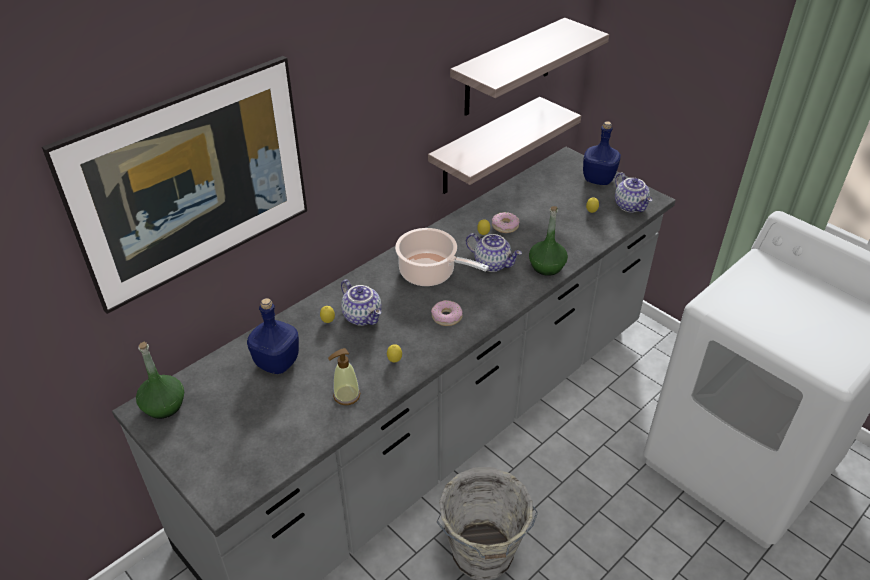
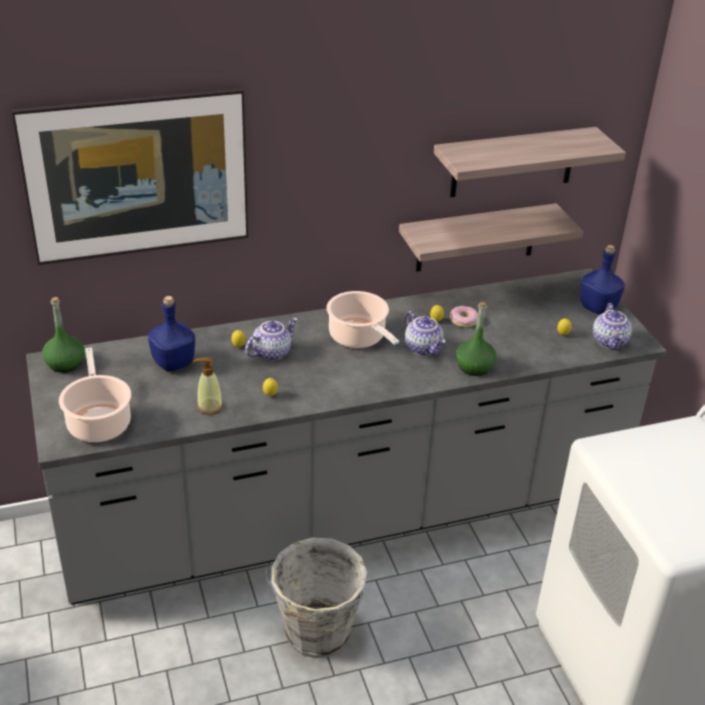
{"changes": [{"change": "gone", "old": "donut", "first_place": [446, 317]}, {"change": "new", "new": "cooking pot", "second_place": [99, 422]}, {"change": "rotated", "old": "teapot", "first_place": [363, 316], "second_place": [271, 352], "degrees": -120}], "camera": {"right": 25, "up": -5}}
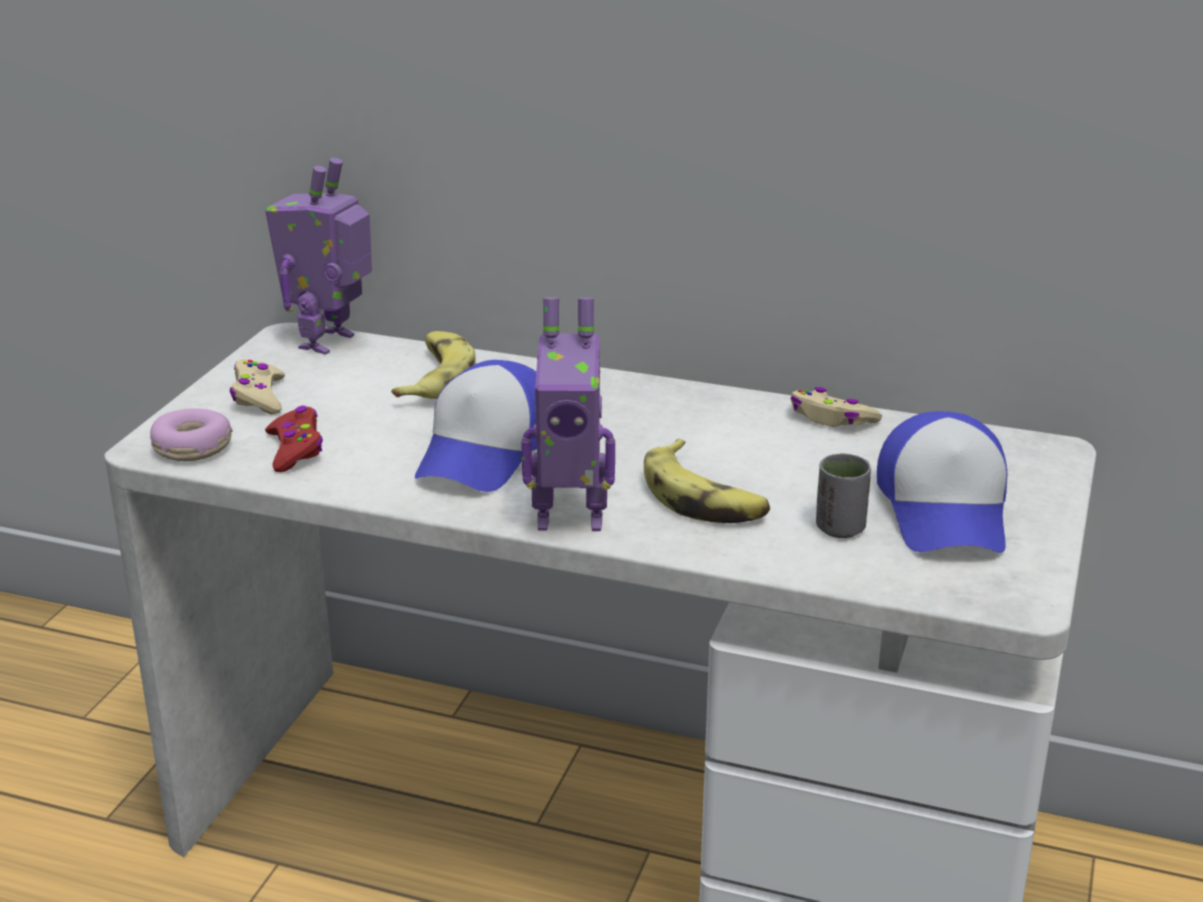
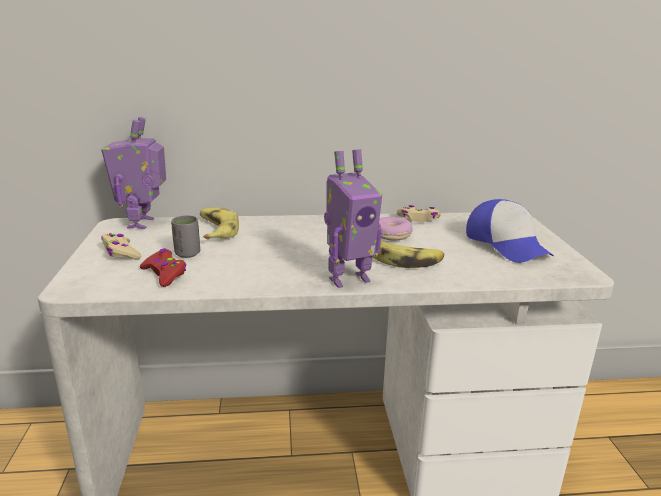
{"changes": [{"change": "gone", "old": "cap", "first_place": [488, 451]}, {"change": "shifted", "old": "donut", "first_place": [193, 448], "second_place": [391, 235]}, {"change": "shifted", "old": "grey cup", "first_place": [840, 528], "second_place": [187, 254]}], "camera": {"right": -25, "up": -5}}
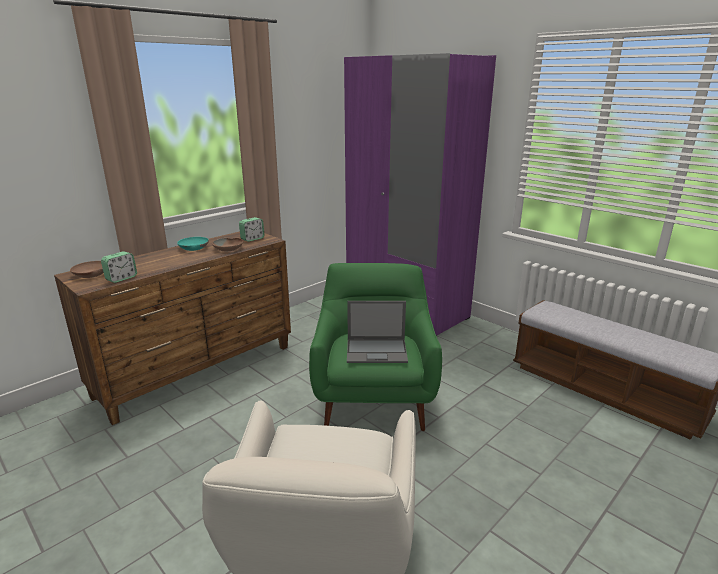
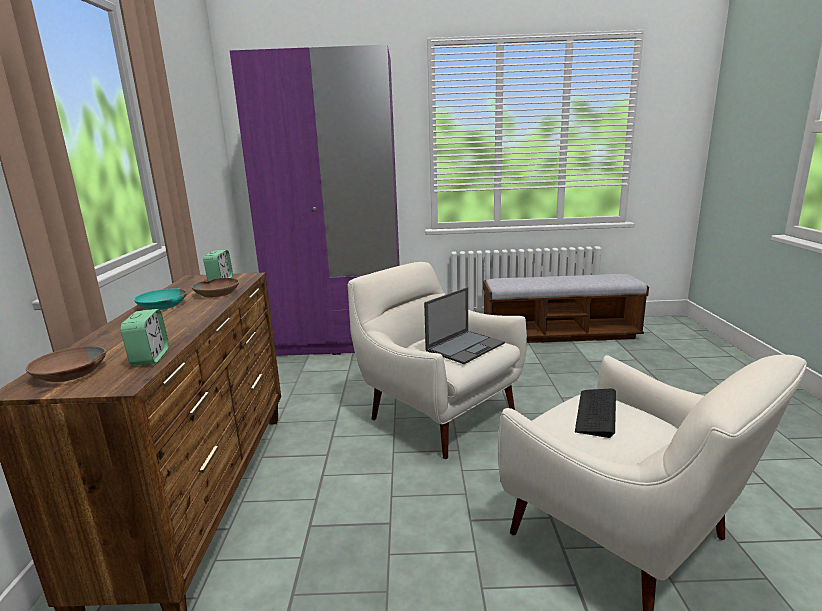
{"changes": [{"change": "new", "new": "keyboard", "second_place": [596, 413]}, {"change": "repainted", "old": "green armchair", "new": "white armchair", "first_place": [374, 397], "second_place": [437, 414]}], "camera": {"right": -45, "up": -5}}
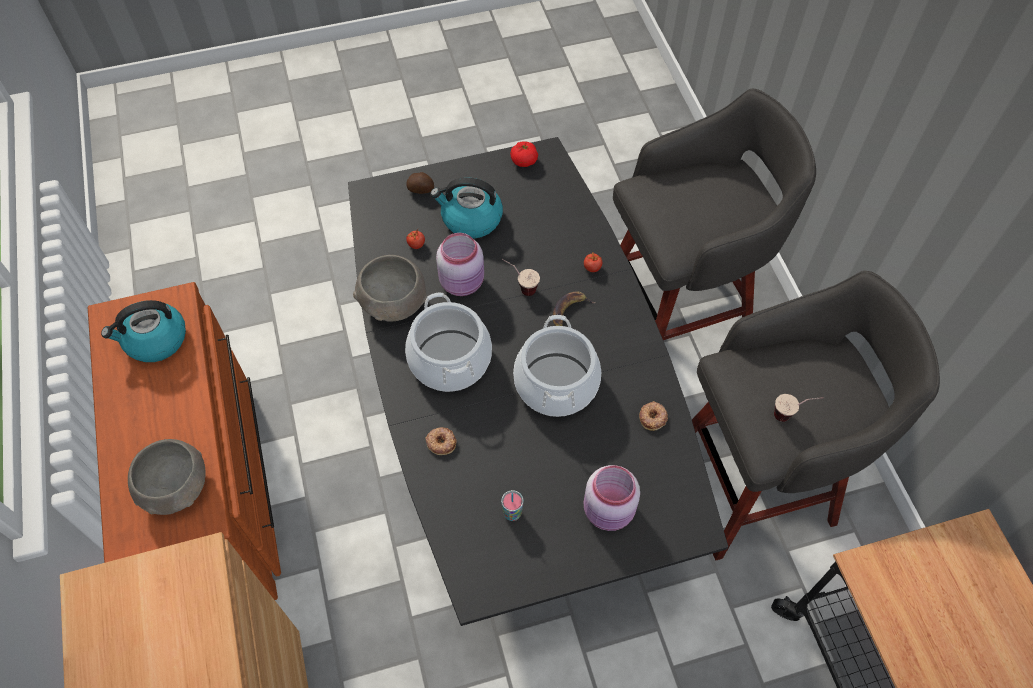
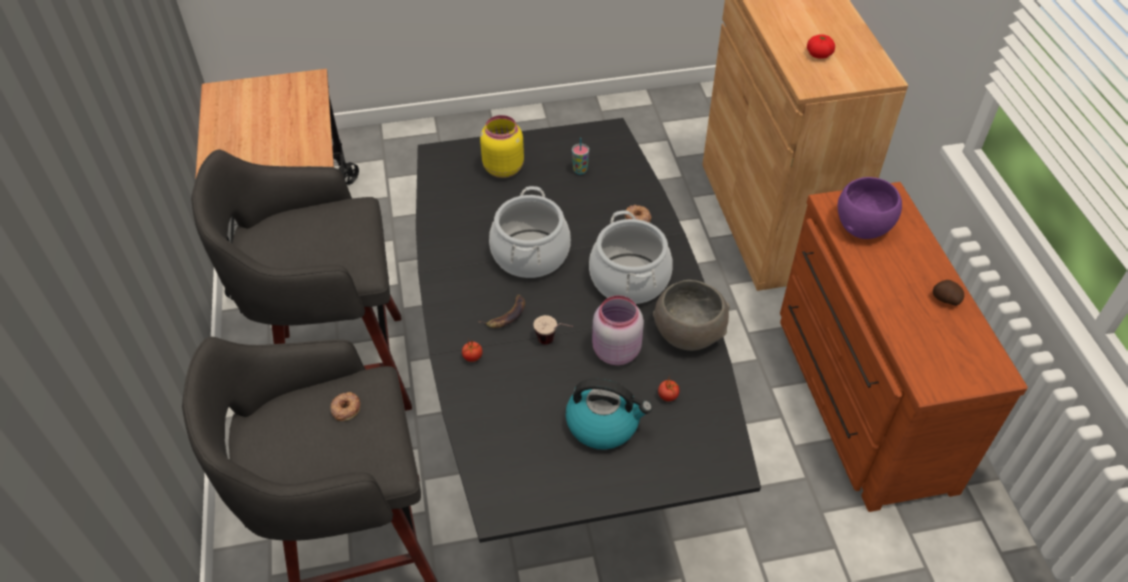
{"changes": [{"change": "gone", "old": "kettle", "first_place": [155, 340]}, {"change": "gone", "old": "cup", "first_place": [791, 415]}, {"change": "shifted", "old": "potato", "first_place": [421, 190], "second_place": [945, 299]}, {"change": "shifted", "old": "tomato", "first_place": [524, 161], "second_place": [819, 55]}, {"change": "shifted", "old": "donut", "first_place": [653, 417], "second_place": [345, 408]}, {"change": "repainted", "old": "grey bowl", "new": "purple bowl", "first_place": [178, 489], "second_place": [862, 225]}, {"change": "repainted", "old": "pink jar", "new": "yellow jar", "first_place": [609, 511], "second_place": [503, 167]}], "camera": {"right": -175, "up": -10}}
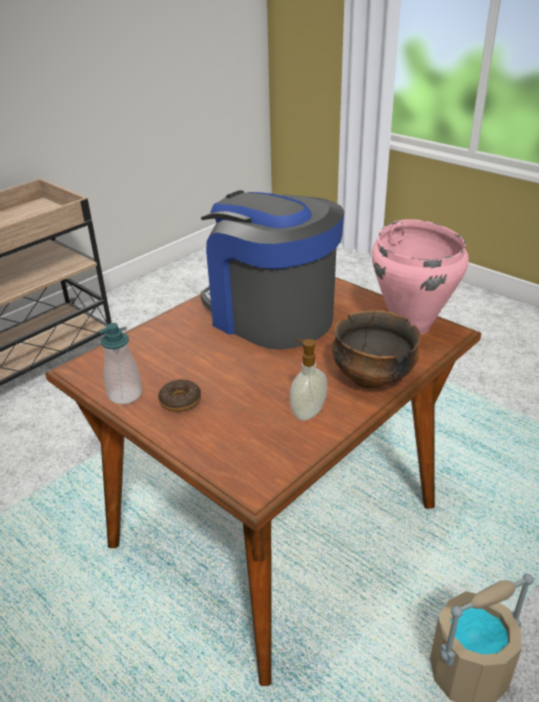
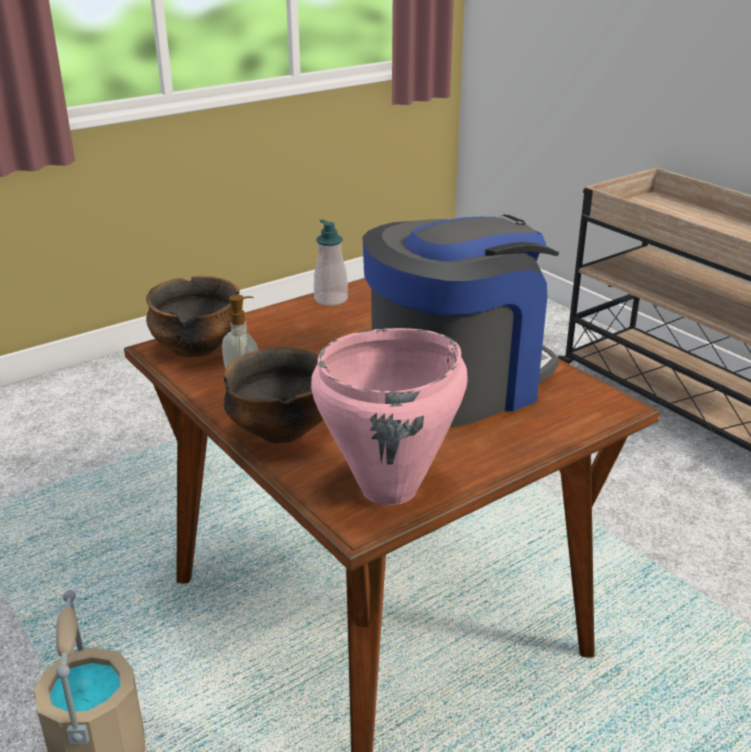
{"changes": [{"change": "gone", "old": "donut", "first_place": [180, 401]}, {"change": "new", "new": "bowl", "second_place": [196, 348]}], "camera": {"right": 100, "up": -5}}
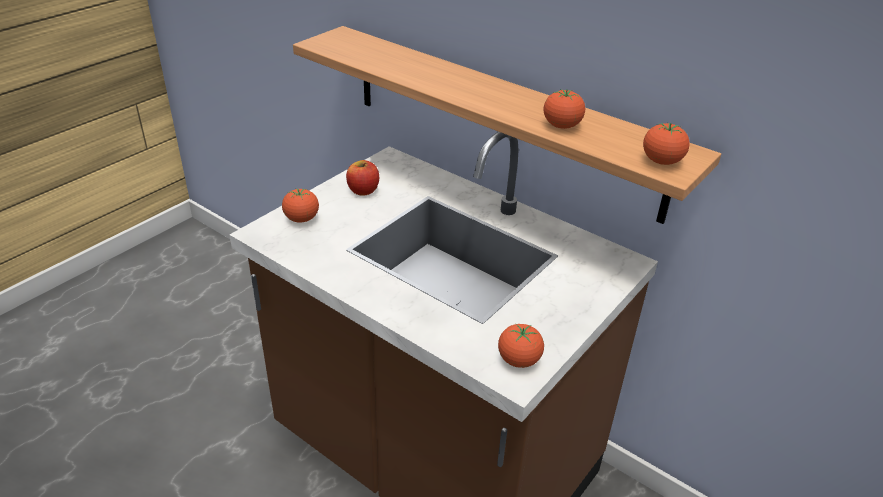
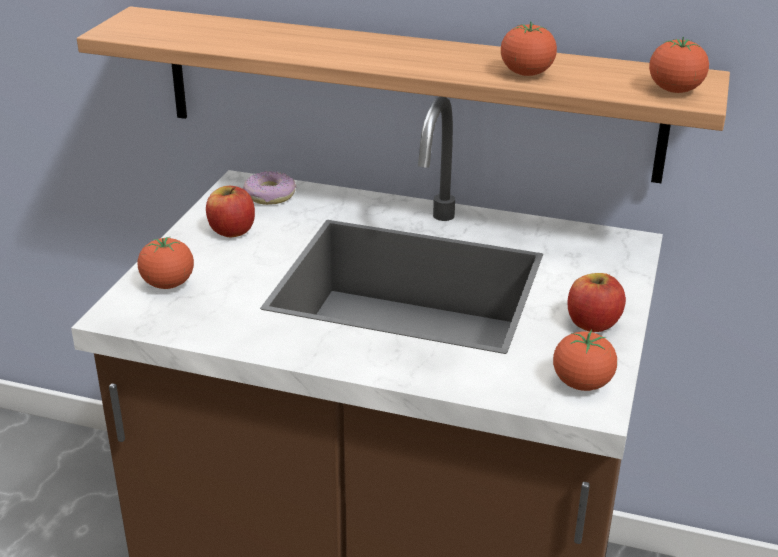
{"changes": [{"change": "new", "new": "donut", "second_place": [269, 196]}, {"change": "new", "new": "apple", "second_place": [592, 323]}], "camera": {"right": -20, "up": -5}}
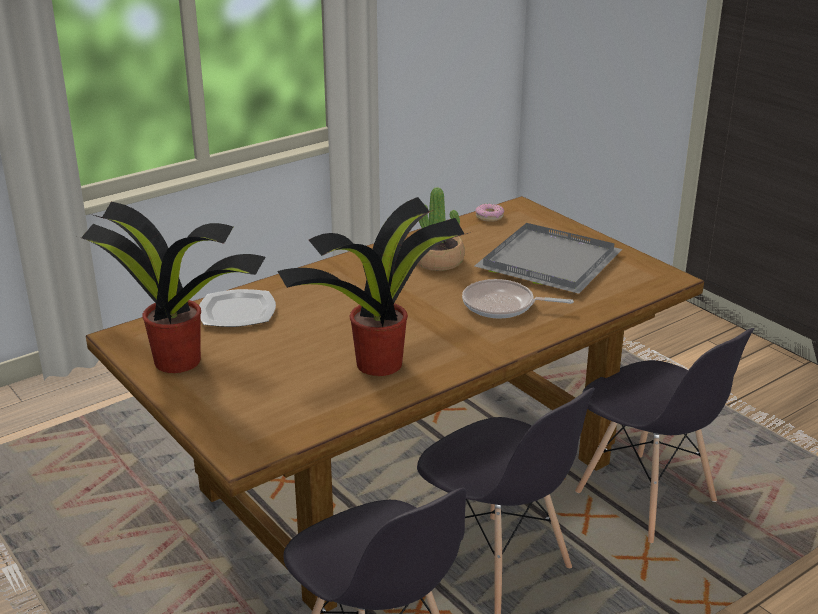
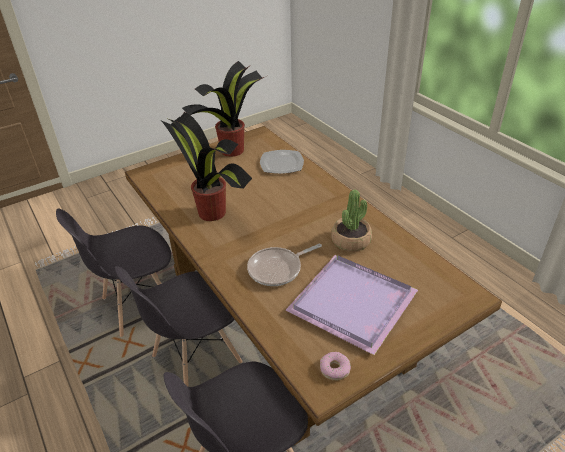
{"changes": [{"change": "shifted", "old": "donut", "first_place": [489, 217], "second_place": [335, 369]}, {"change": "repainted", "old": "grey tray", "new": "purple tray", "first_place": [551, 262], "second_place": [353, 305]}, {"change": "rotated", "old": "frying pan", "first_place": [502, 305], "second_place": [278, 269], "degrees": -135}], "camera": {"right": 95, "up": 10}}
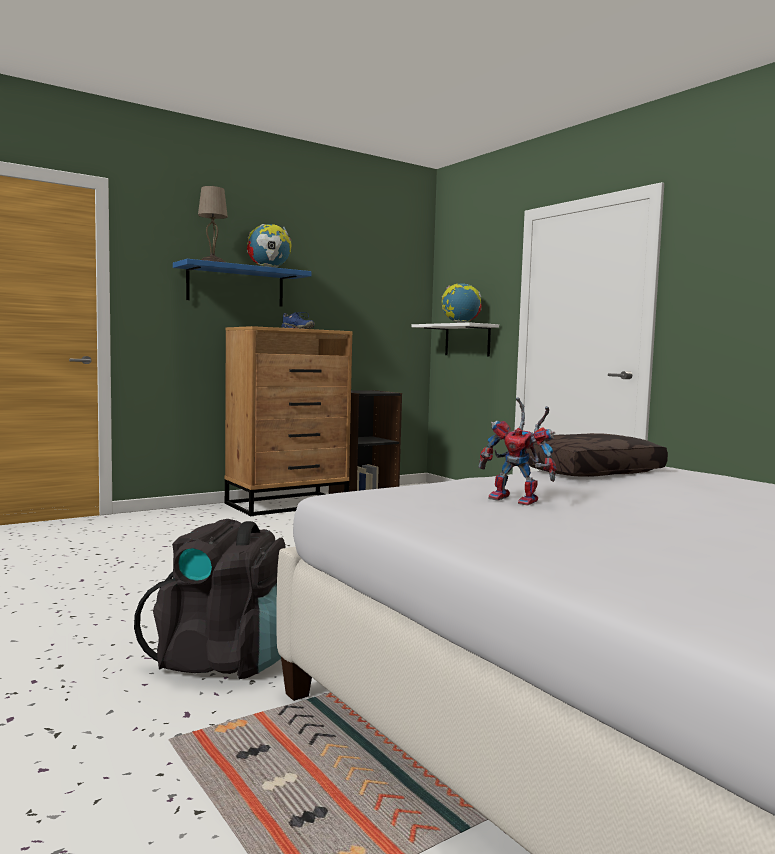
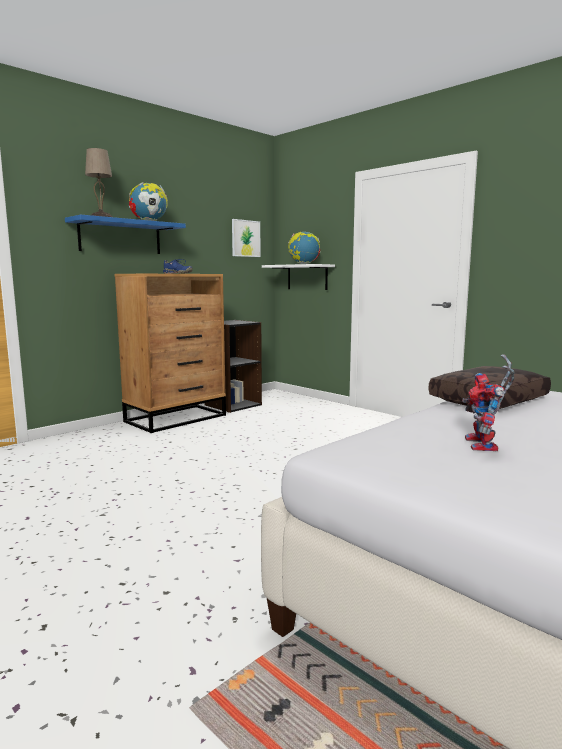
{"changes": [{"change": "gone", "old": "black backpack", "first_place": [225, 660]}, {"change": "new", "new": "picture", "second_place": [245, 238]}, {"change": "rotated", "old": "toy robot", "first_place": [519, 500], "second_place": [485, 446], "degrees": 75}], "camera": {"right": -10, "up": 5}}
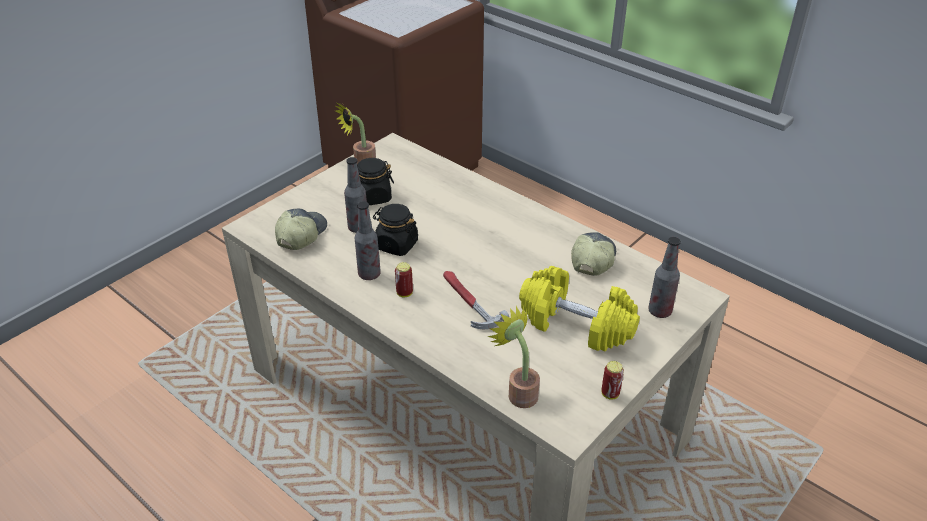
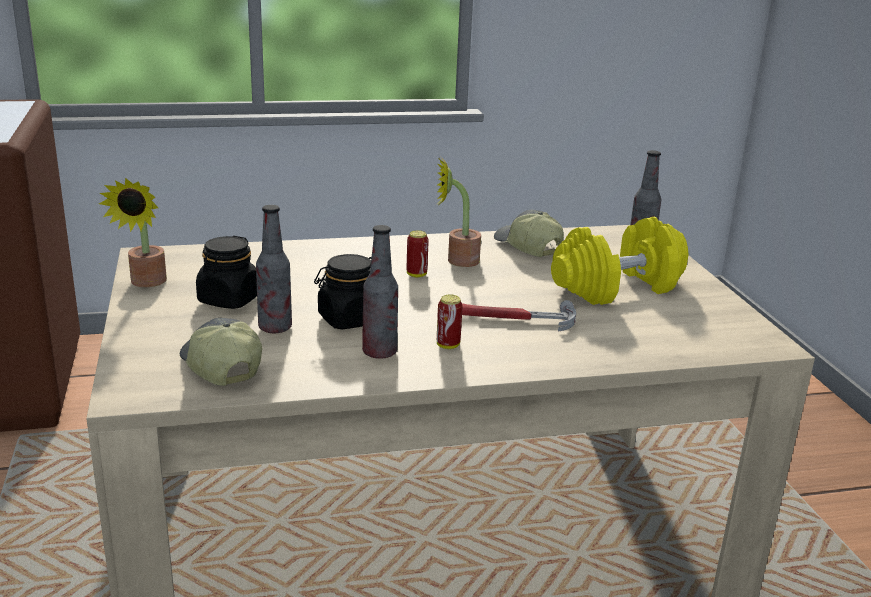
{"changes": [{"change": "shifted", "old": "potted plant", "first_place": [519, 392], "second_place": [456, 260]}, {"change": "shifted", "old": "can", "first_place": [610, 394], "second_place": [416, 275]}], "camera": {"right": -55, "up": -15}}
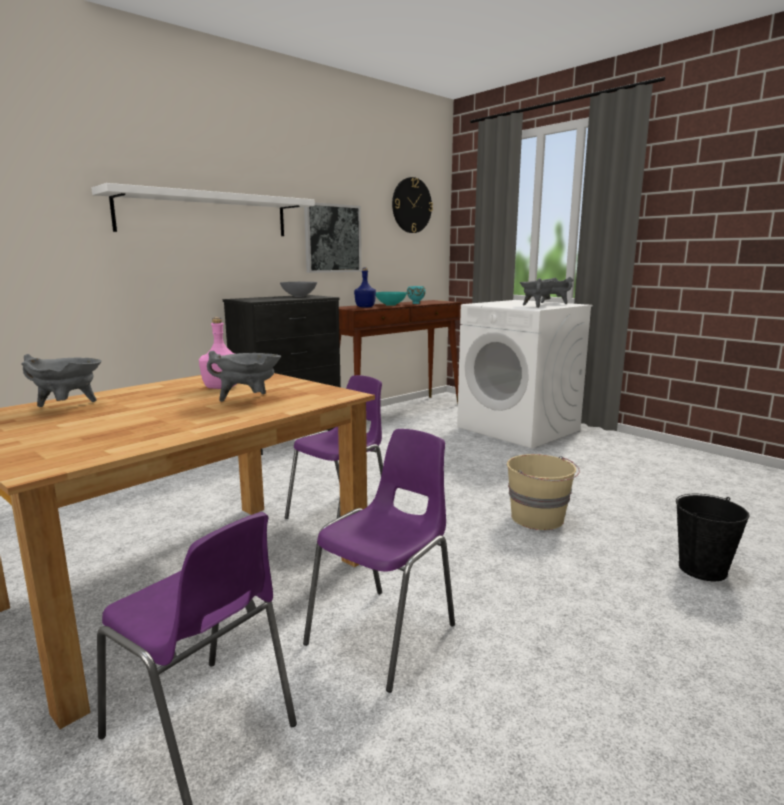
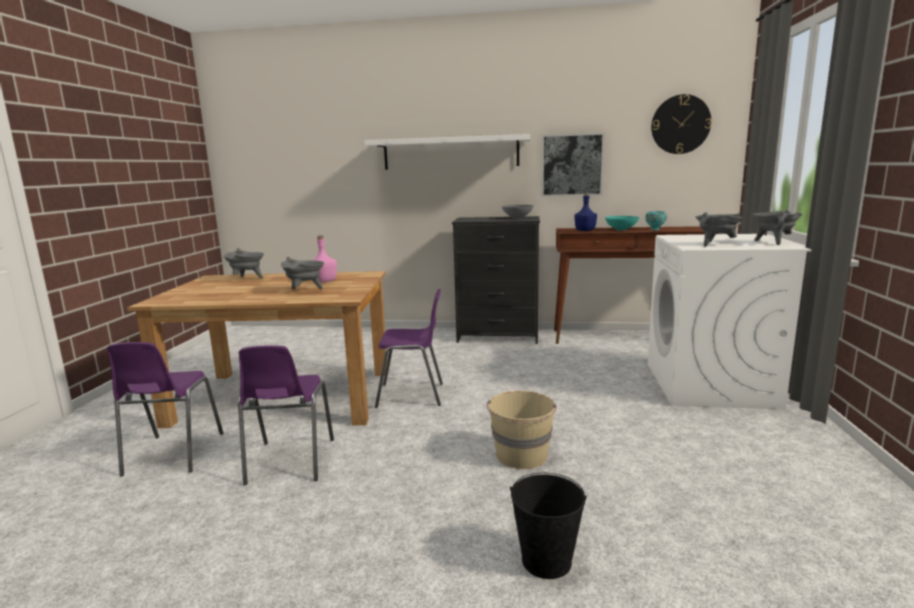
{"changes": [{"change": "rotated", "old": "purple chair", "first_place": [385, 633], "second_place": [289, 462], "degrees": 90}], "camera": {"right": 50, "up": 0}}
